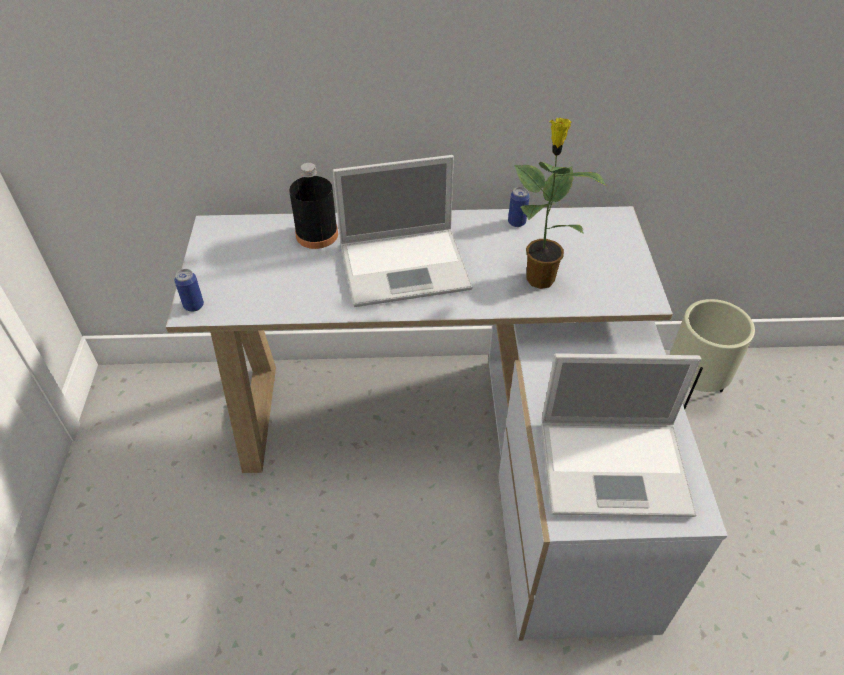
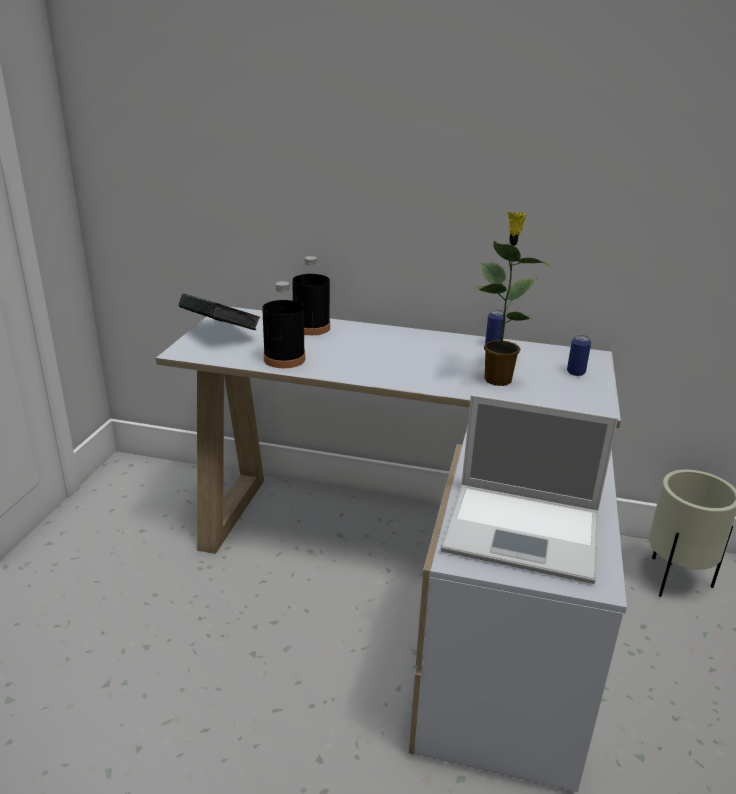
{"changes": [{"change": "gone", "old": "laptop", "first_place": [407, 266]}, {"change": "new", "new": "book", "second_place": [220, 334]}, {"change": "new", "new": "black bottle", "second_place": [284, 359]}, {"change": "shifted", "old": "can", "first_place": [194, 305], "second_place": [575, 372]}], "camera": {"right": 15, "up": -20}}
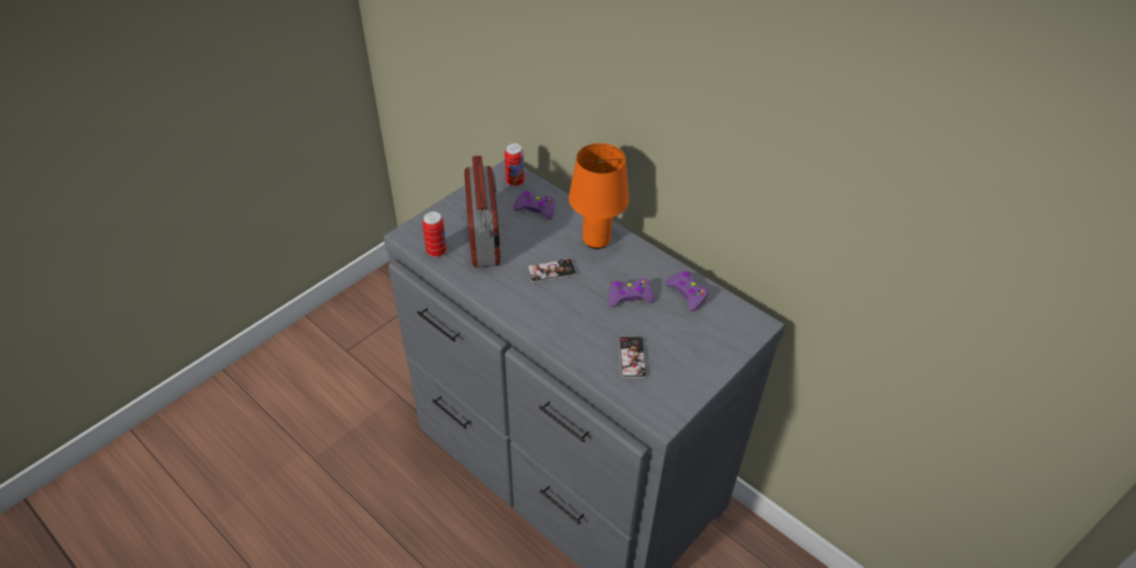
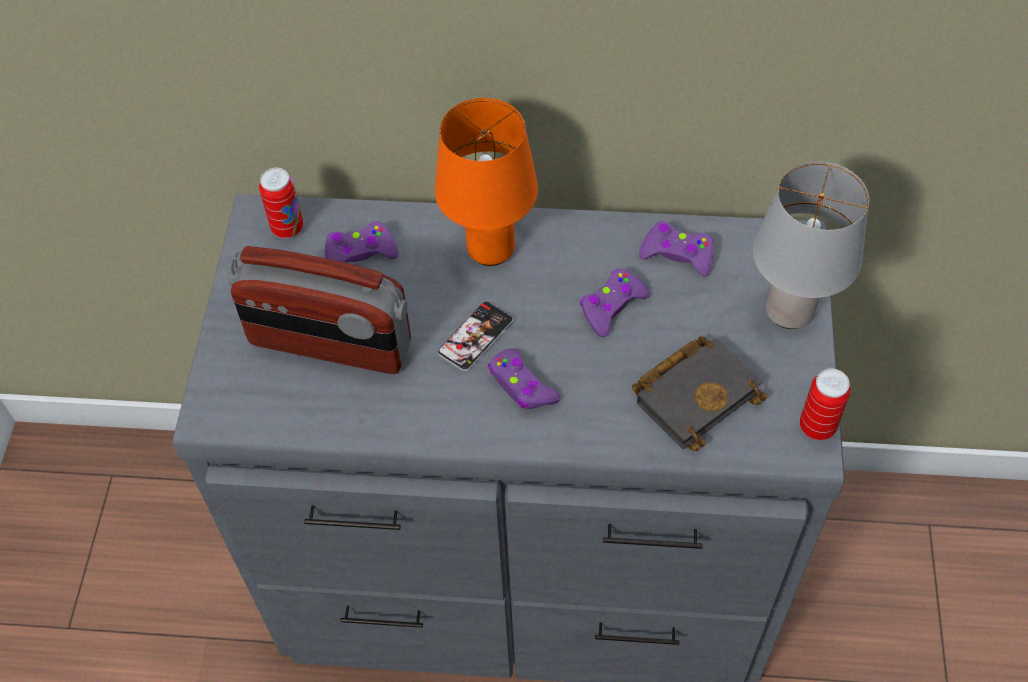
{"changes": [{"change": "new", "new": "purple game controller", "second_place": [522, 386]}, {"change": "new", "new": "grey table lamp", "second_place": [790, 311]}, {"change": "shifted", "old": "can", "first_place": [436, 252], "second_place": [817, 427]}, {"change": "swapped", "old": "phone", "new": "black book", "first_place": [632, 358], "second_place": [696, 393]}, {"change": "rotated", "old": "radio", "first_place": [484, 237], "second_place": [329, 344], "degrees": 150}], "camera": {"right": -35, "up": 10}}
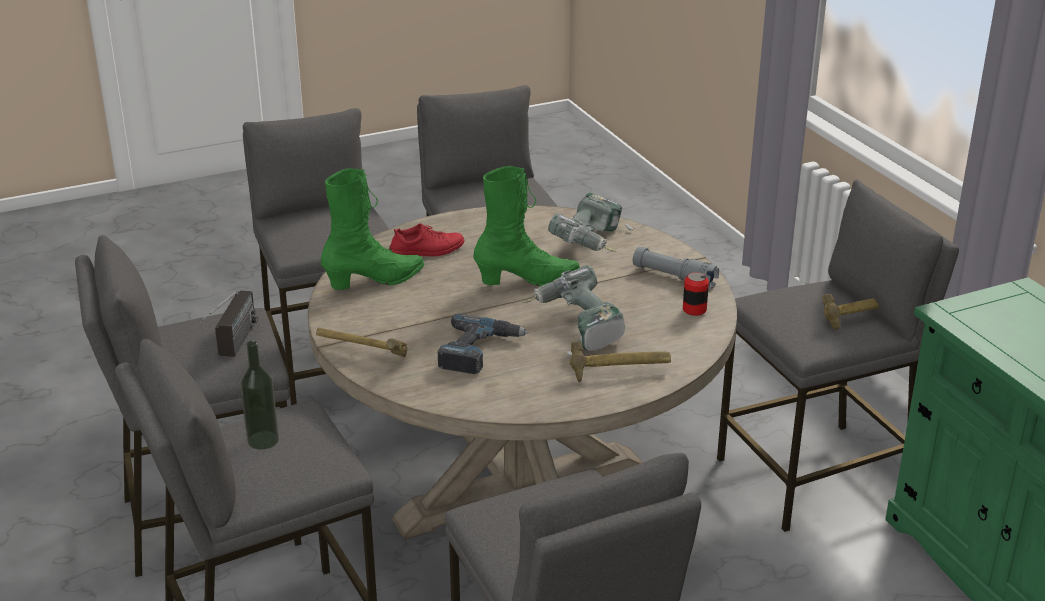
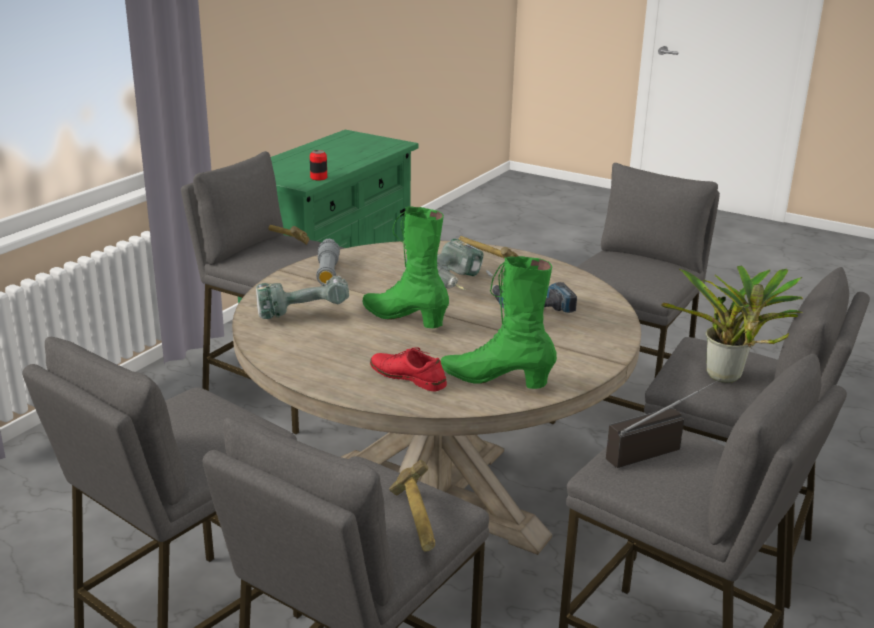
{"changes": [{"change": "shifted", "old": "hammer", "first_place": [362, 353], "second_place": [416, 523]}, {"change": "shifted", "old": "can", "first_place": [694, 310], "second_place": [318, 178]}, {"change": "swapped", "old": "bottle", "new": "potted plant", "first_place": [263, 440], "second_place": [728, 378]}], "camera": {"right": -125, "up": -5}}
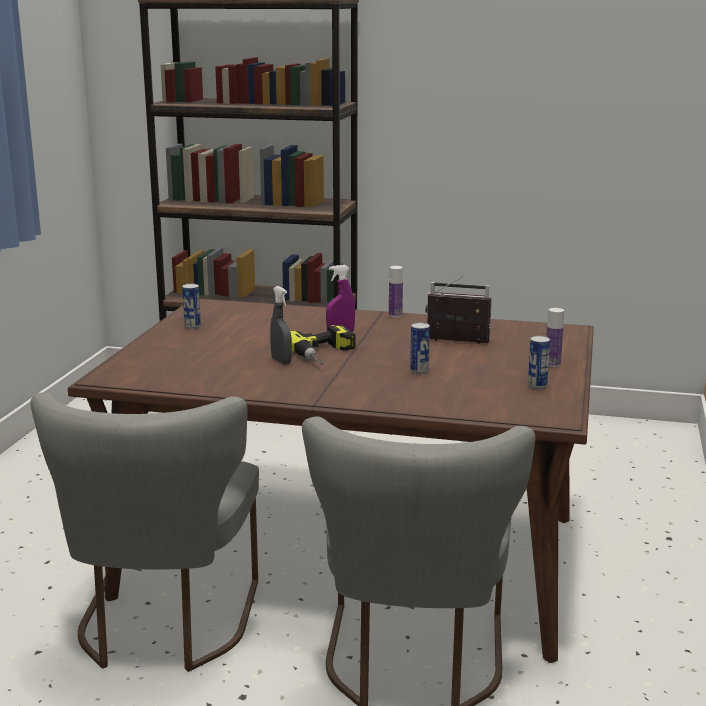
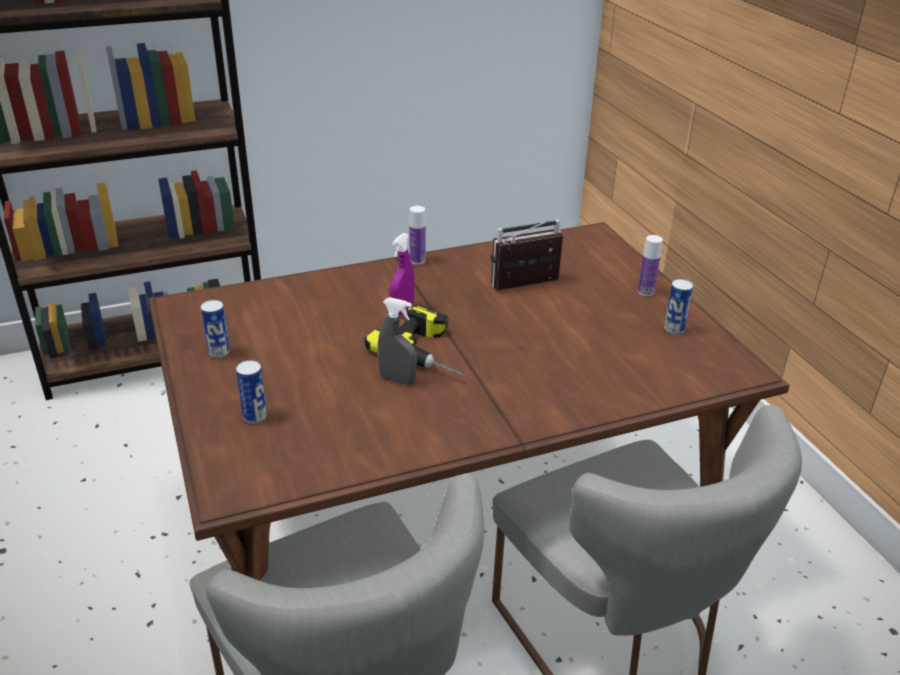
{"changes": [{"change": "shifted", "old": "can", "first_place": [419, 371], "second_place": [255, 417]}], "camera": {"right": -35, "up": 15}}
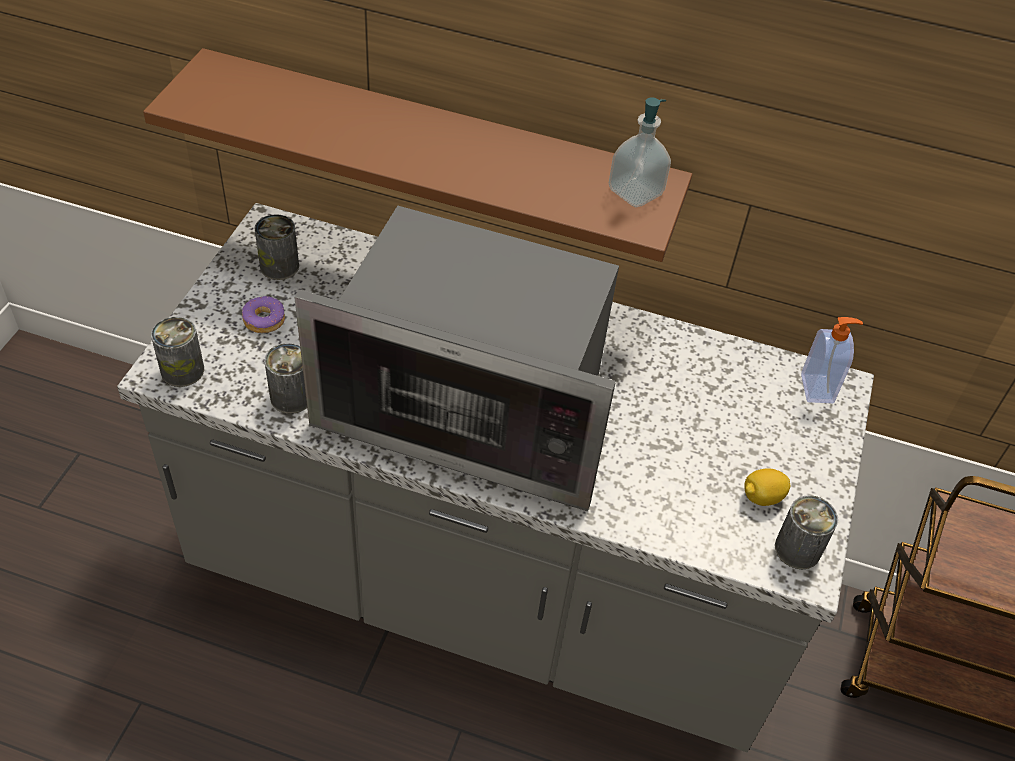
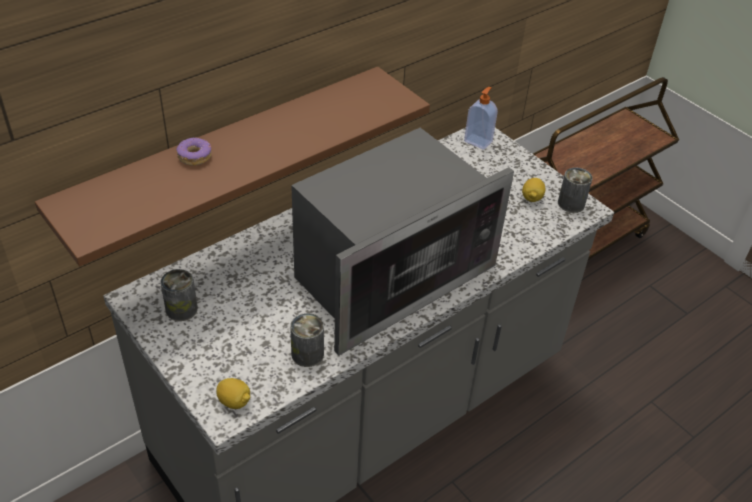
{"changes": [{"change": "gone", "old": "soap dispenser", "first_place": [635, 192]}, {"change": "shifted", "old": "donut", "first_place": [264, 320], "second_place": [194, 156]}, {"change": "swapped", "old": "can", "new": "lemon", "first_place": [182, 370], "second_place": [234, 401]}], "camera": {"right": -55, "up": -5}}
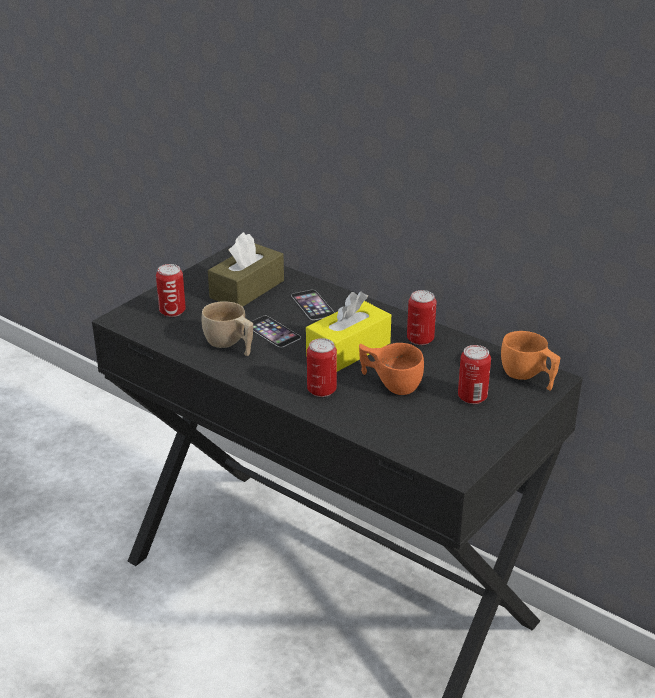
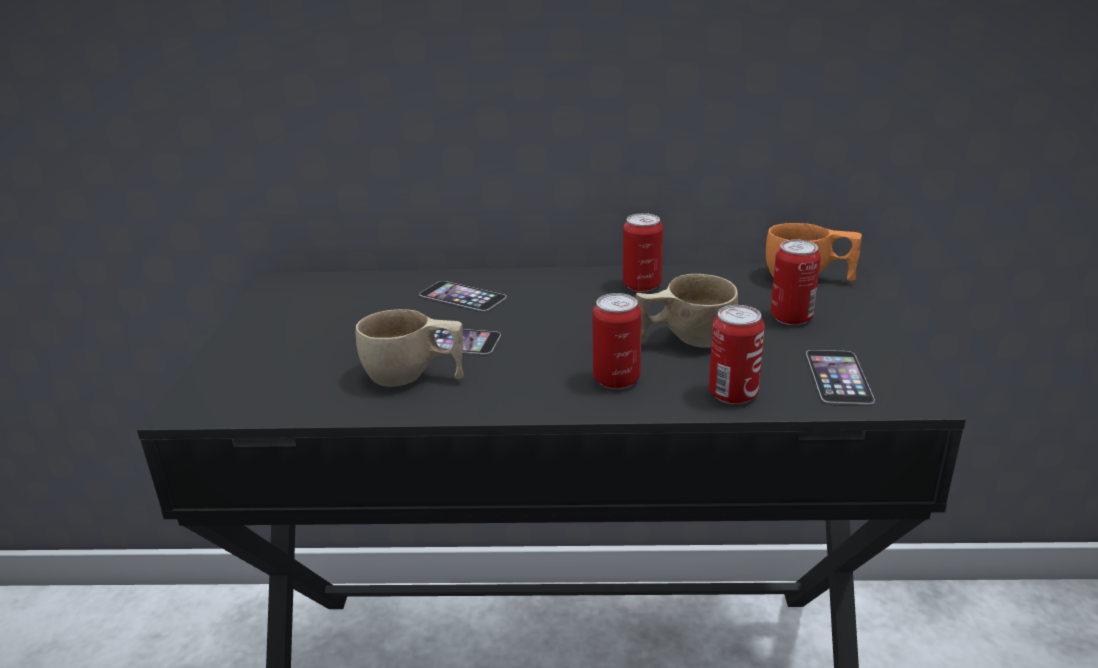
{"changes": [{"change": "gone", "old": "brown tissue box", "first_place": [247, 289]}, {"change": "gone", "old": "yellow tissue box", "first_place": [348, 350]}, {"change": "new", "new": "phone", "second_place": [838, 376]}, {"change": "shifted", "old": "can", "first_place": [172, 311], "second_place": [733, 394]}, {"change": "repainted", "old": "orange cup", "new": "beige cup", "first_place": [390, 383], "second_place": [683, 339]}], "camera": {"right": -35, "up": -5}}
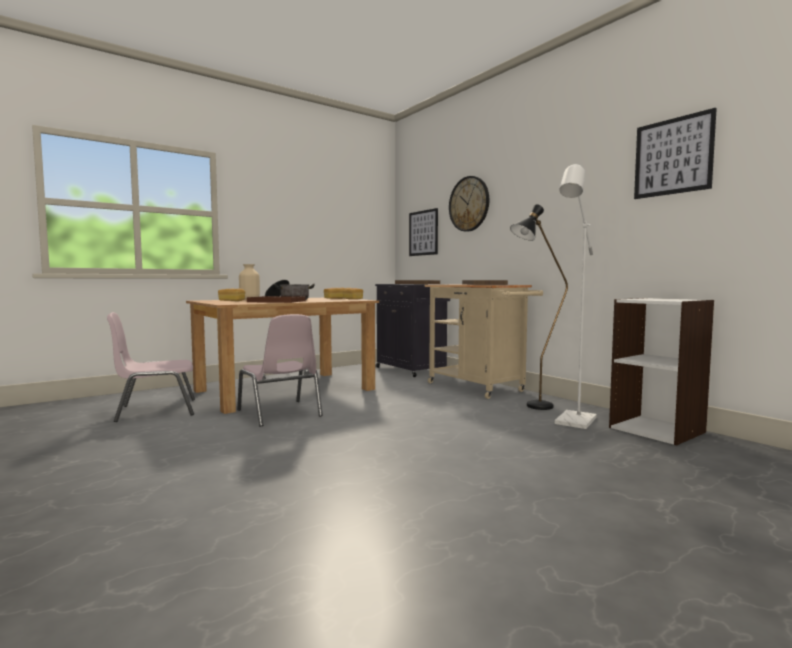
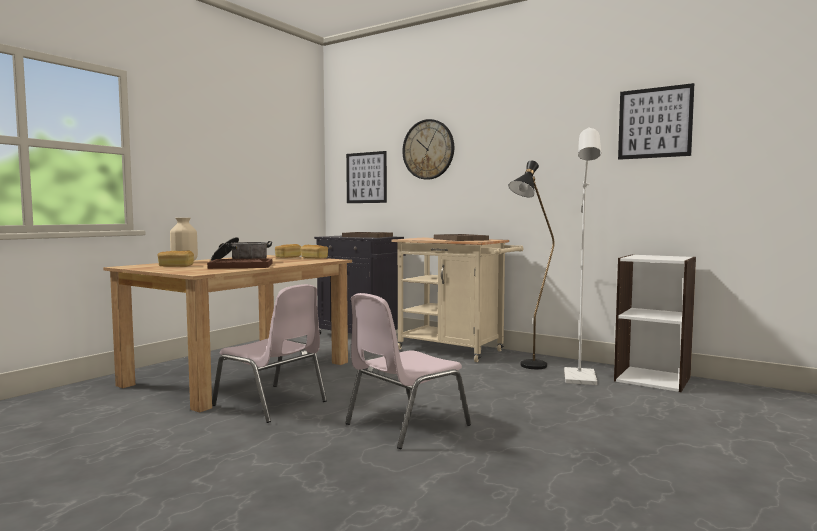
{"changes": [{"change": "shifted", "old": "pink chair", "first_place": [156, 410], "second_place": [405, 424]}], "camera": {"right": -20, "up": 0}}
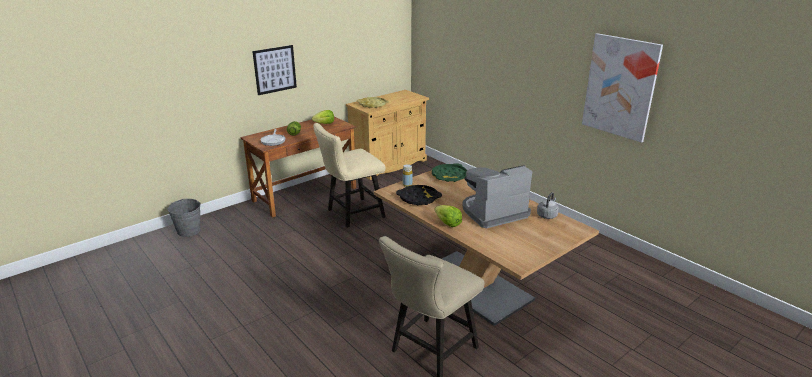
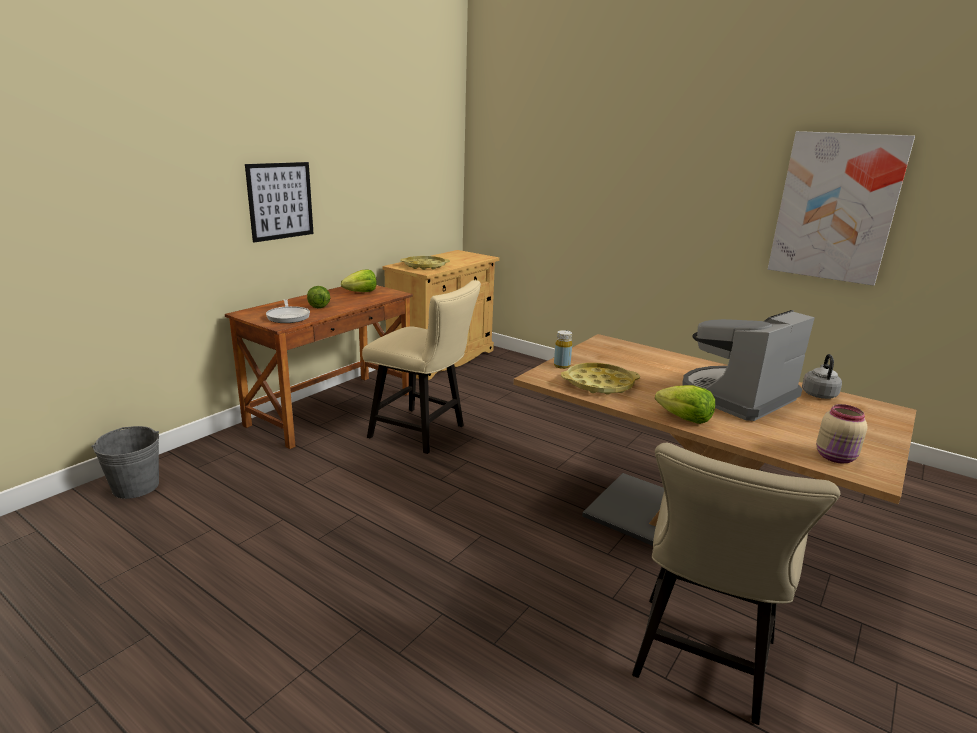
{"changes": [{"change": "gone", "old": "green tray", "first_place": [449, 176]}, {"change": "new", "new": "beige jar", "second_place": [836, 458]}, {"change": "repainted", "old": "black tray", "new": "yellow tray", "first_place": [418, 198], "second_place": [599, 384]}, {"change": "rotated", "old": "beige chair", "first_place": [351, 214], "second_place": [423, 432], "degrees": -105}], "camera": {"right": -15, "up": -5}}
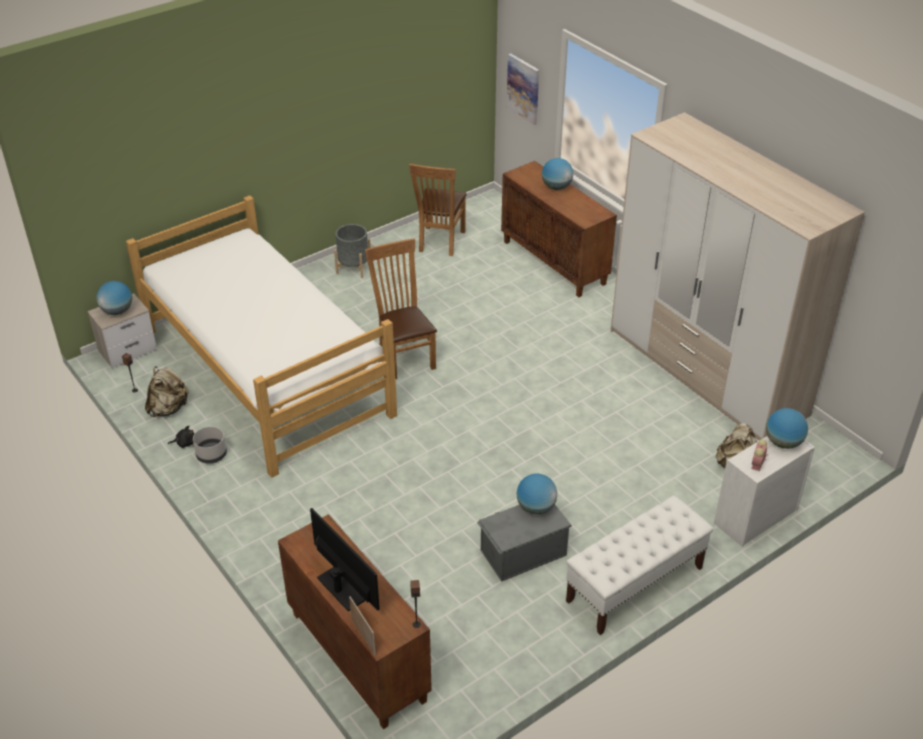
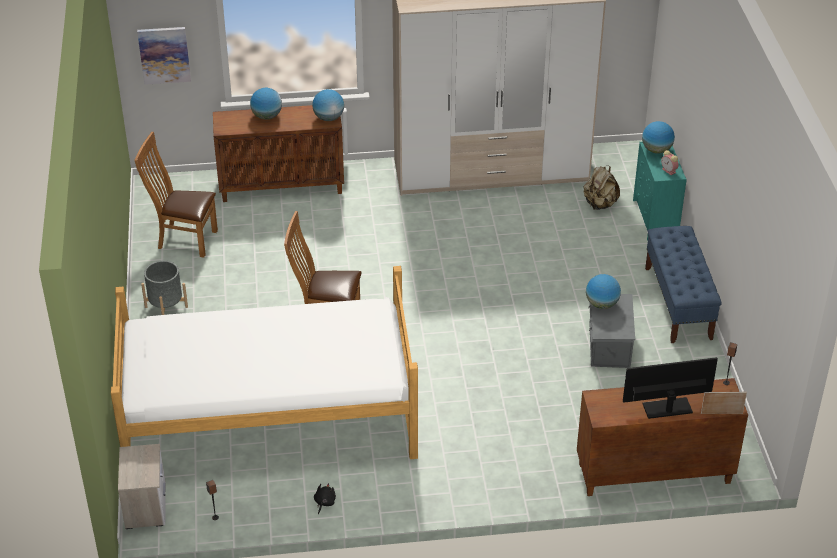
{"changes": [{"change": "gone", "old": "beige backpack", "first_place": [168, 408]}, {"change": "gone", "old": "grey planter", "first_place": [211, 454]}, {"change": "shifted", "old": "globe", "first_place": [117, 311], "second_place": [329, 118]}, {"change": "repainted", "old": "white bench", "new": "blue bench", "first_place": [634, 585], "second_place": [678, 303]}, {"change": "repainted", "old": "white dresser", "new": "turquoise dresser", "first_place": [755, 517], "second_place": [655, 219]}, {"change": "rotated", "old": "brown chair", "first_place": [440, 243], "second_place": [184, 239], "degrees": 150}], "camera": {"right": -60, "up": 0}}
